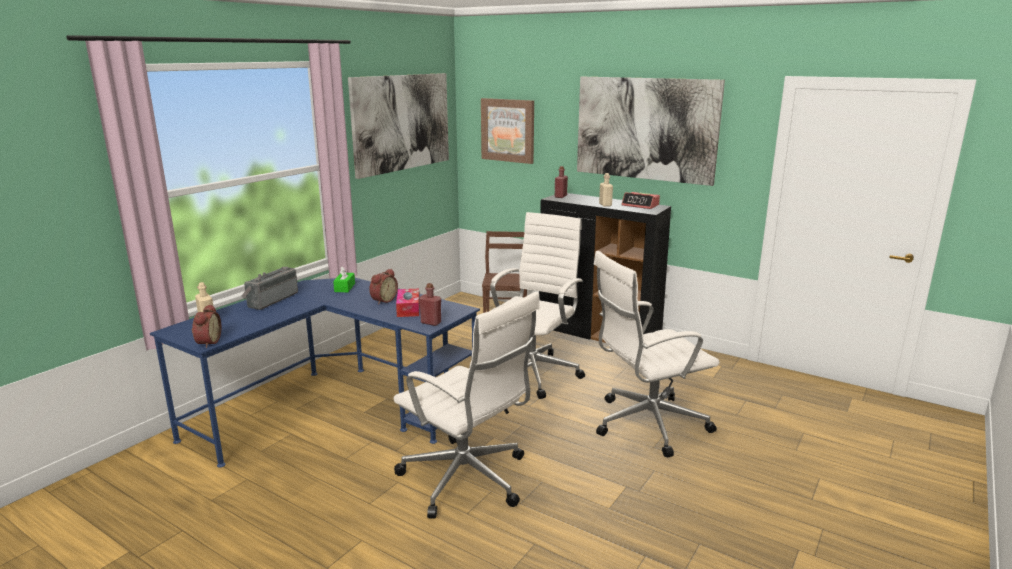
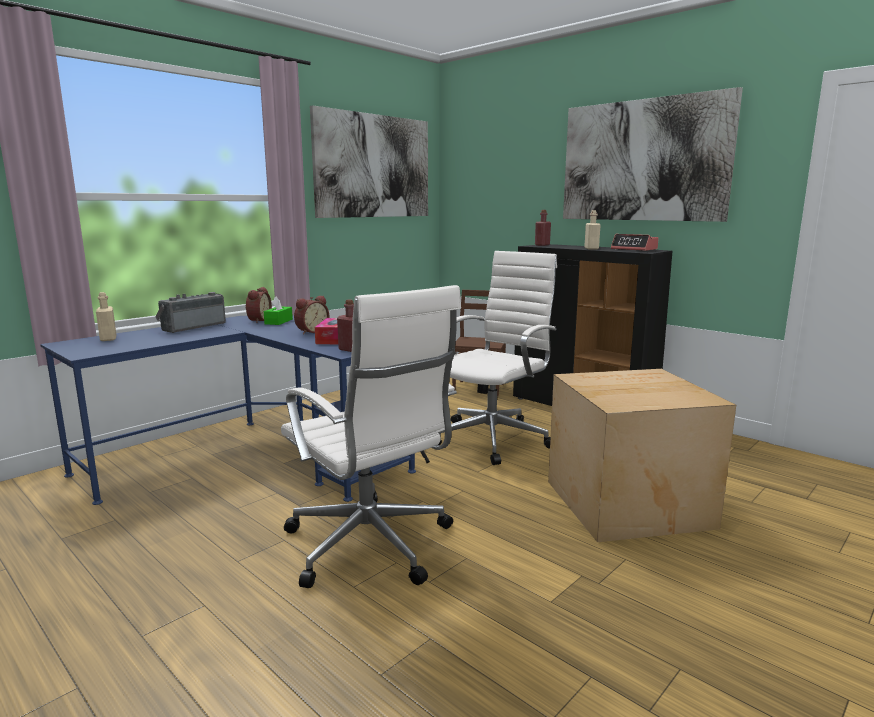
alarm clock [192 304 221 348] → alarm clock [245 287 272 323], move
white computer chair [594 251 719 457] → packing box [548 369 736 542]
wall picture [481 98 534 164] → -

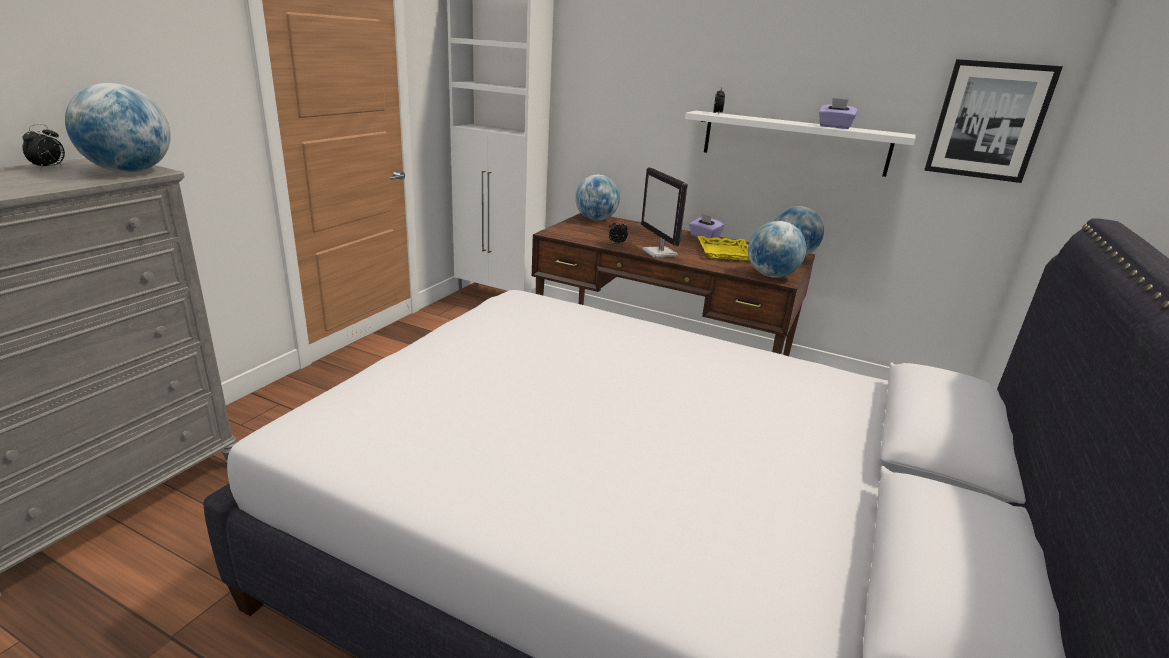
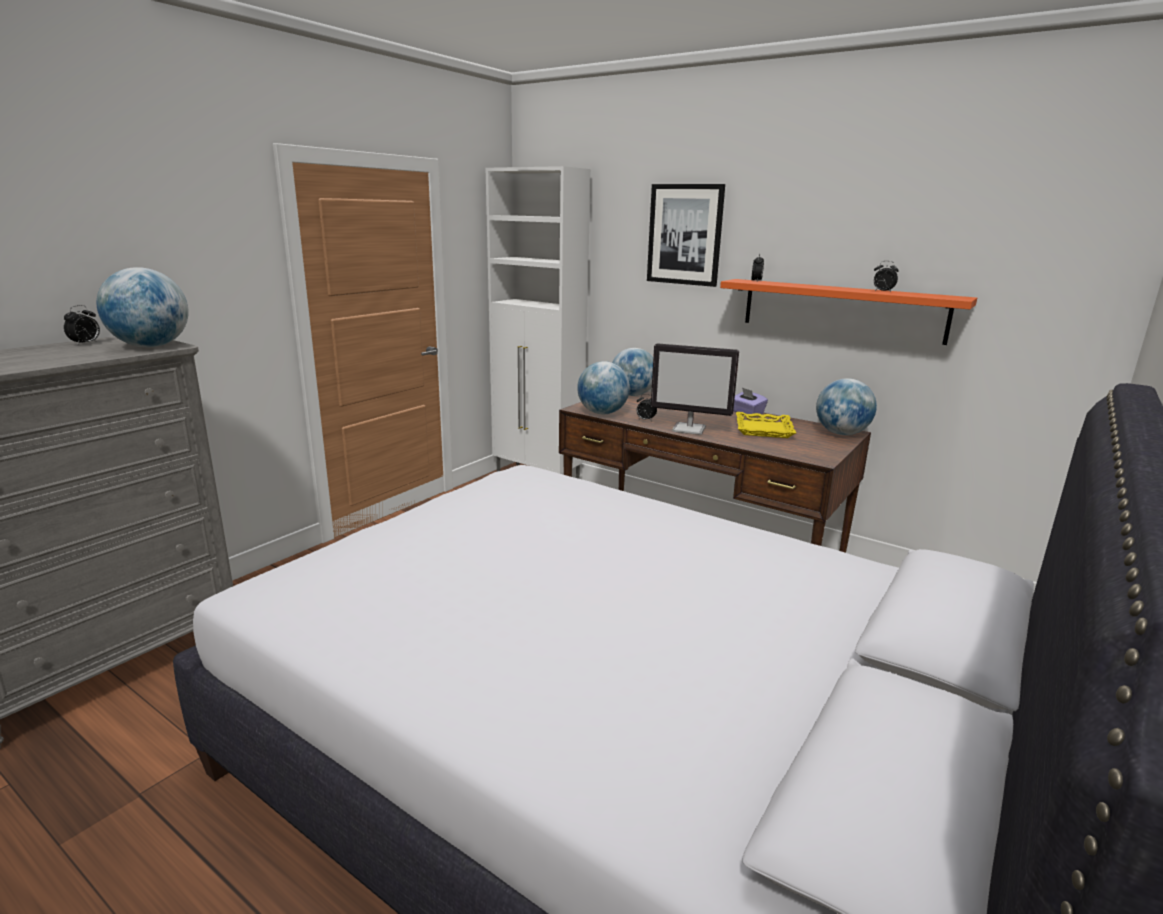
globe [748 221 806 278] → globe [577 361 630 414], move
wall picture [924 59 1063 183] → wall picture [647 184 725 287], move
computer screen [641 168 688 258] → computer screen [651 343 739 435], 60 degrees counterclockwise
white shelf [685 111 915 177] → orange shelf [720 279 977 345]
purplish tissue holder [819 98 858 129] → alarm clock [874 261 899 292]

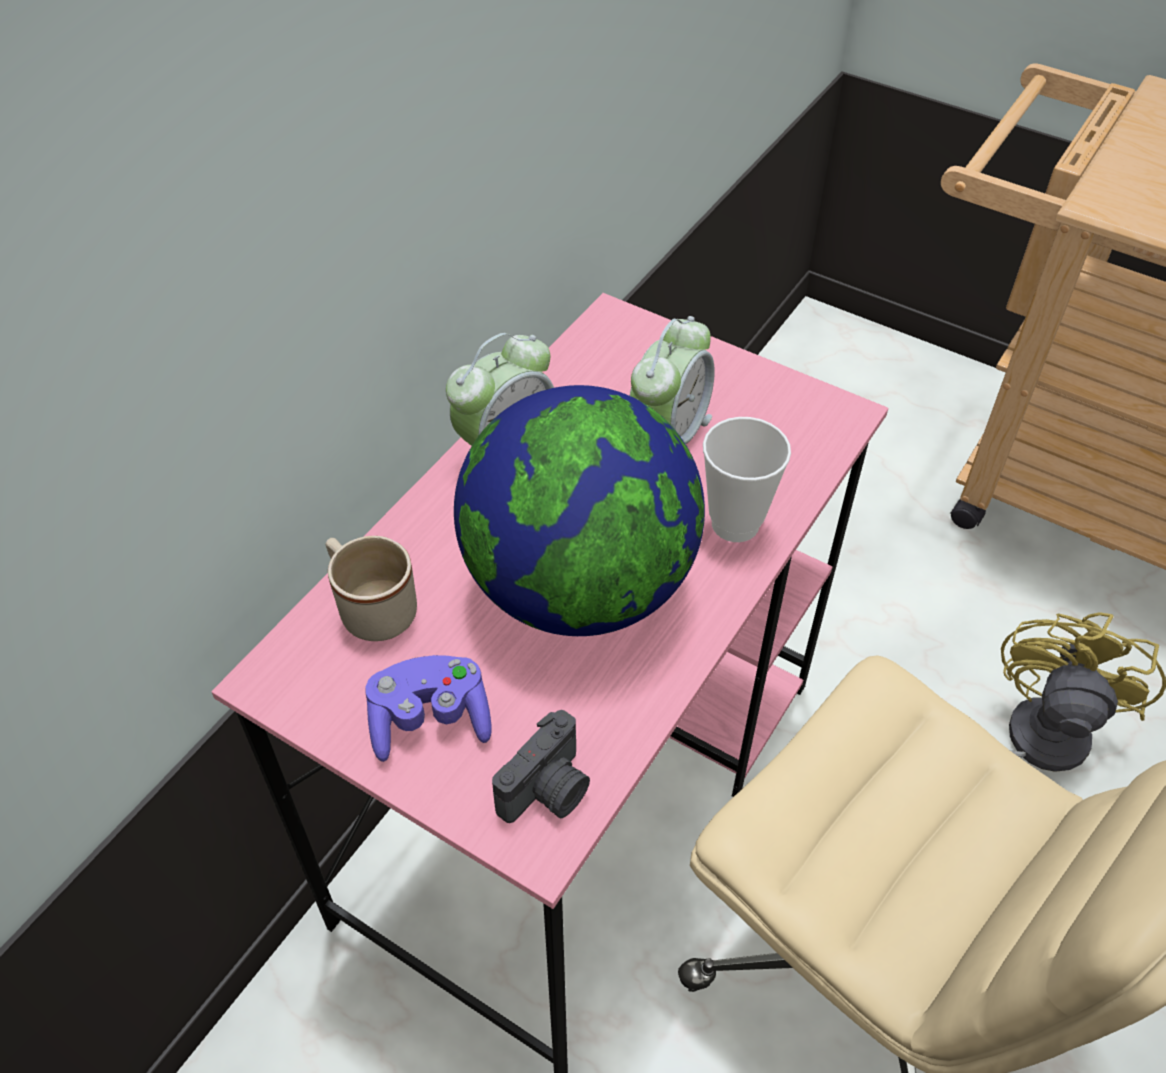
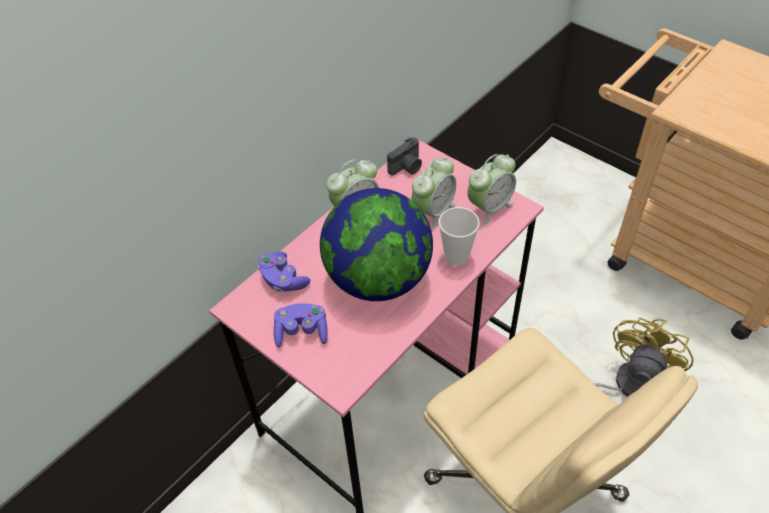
beige-coloured tea mug [325 536 417 641] → purplish game controller [258 251 310 292]
still camera [492 710 590 823] → still camera [387 138 422 175], move
- → alarm clock [467 154 516 226]

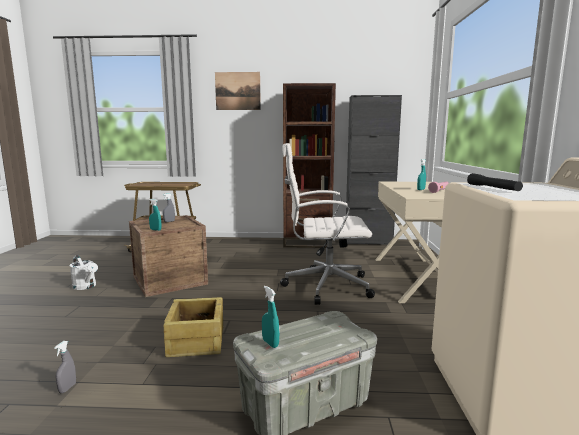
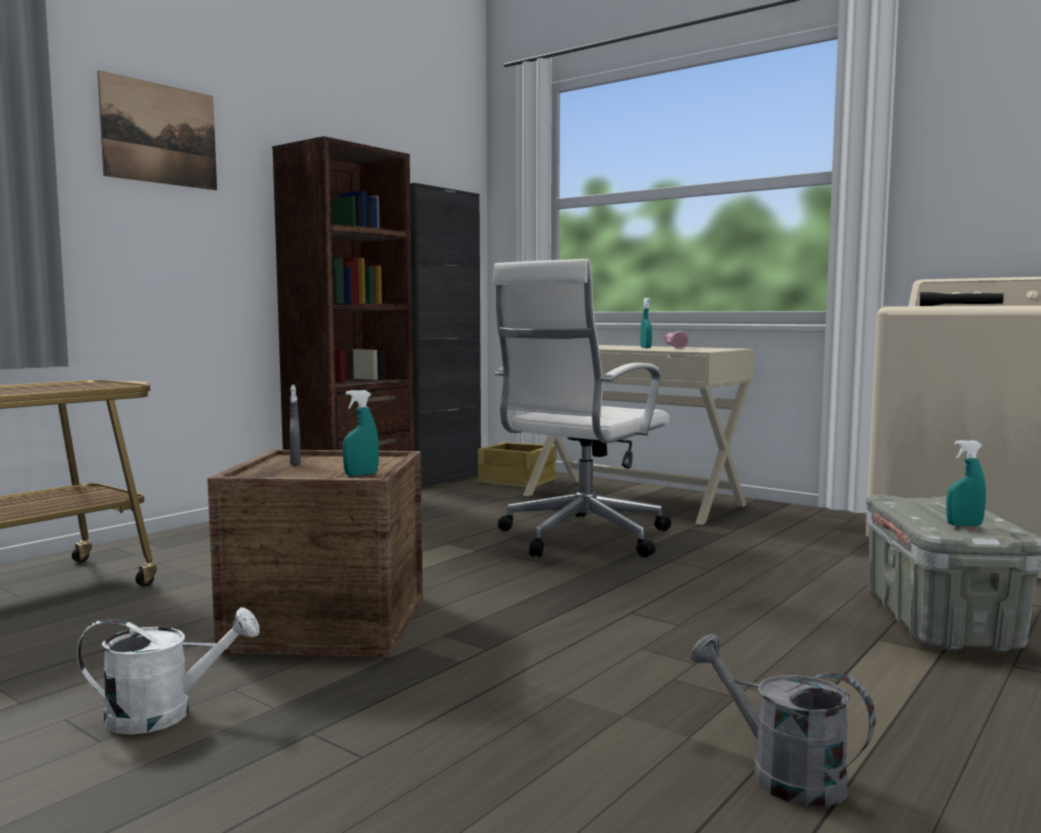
packing crate [164 297 223 357] → packing crate [477 442 557 487], move
grey spray bottle [54 341 76 393] → grey watering pot [690 634 876 807]

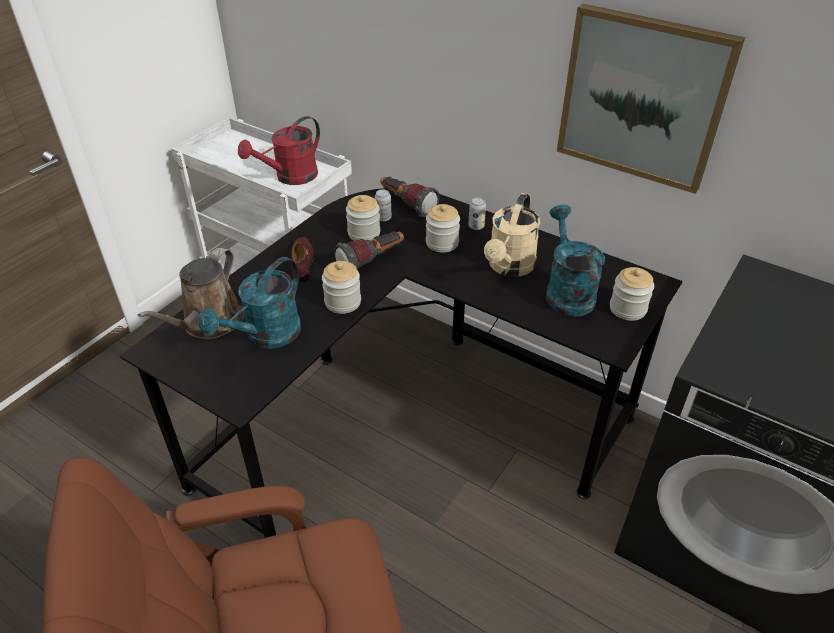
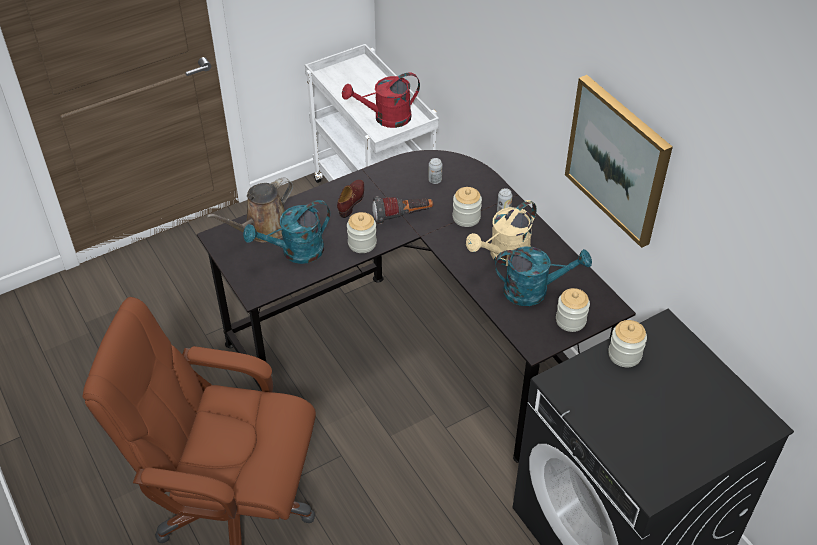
blue-green watering pot [546 205 605 317] → blue-green watering pot [495 246 592 306], 75 degrees clockwise
jar [346 195 380 241] → jar [608 320 647 367], move
hand torch [380 177 440 218] → -

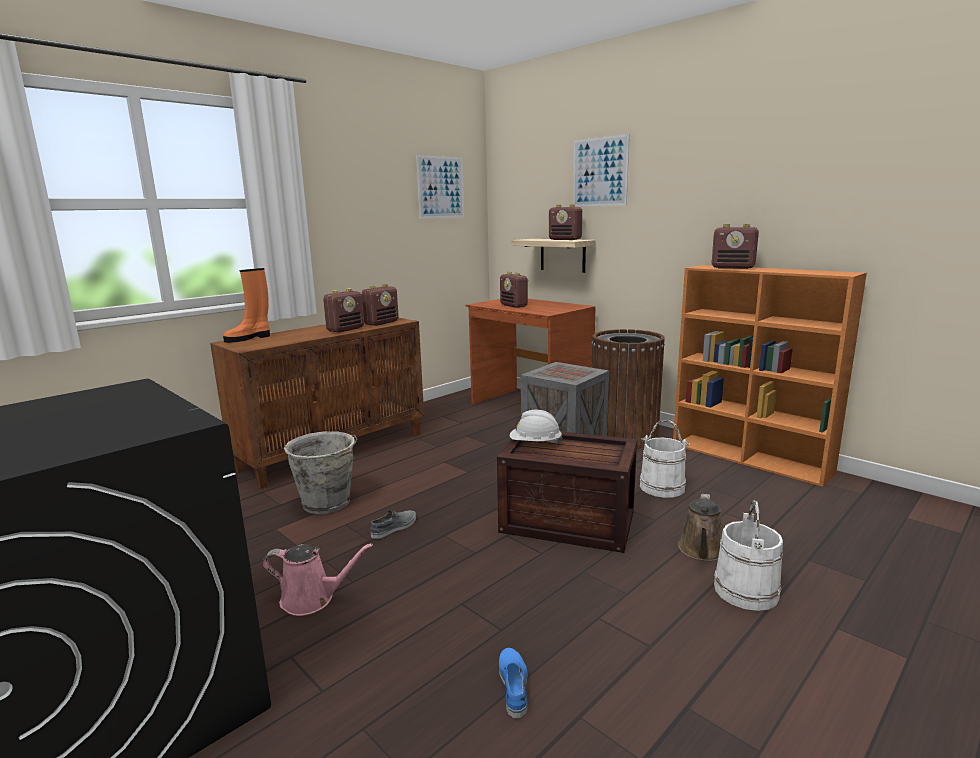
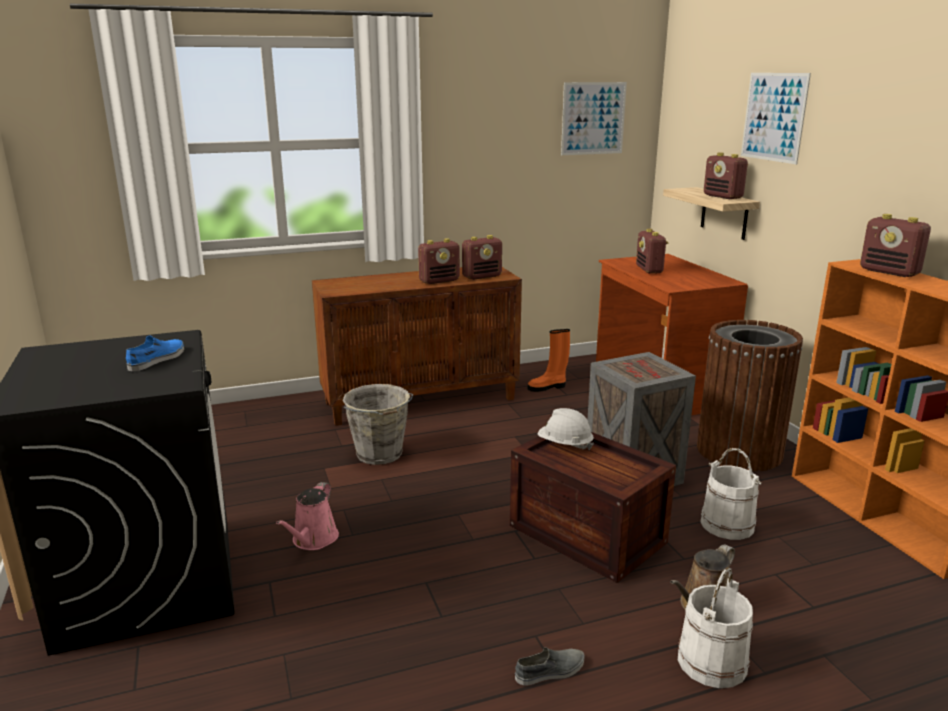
blue-coloured low shoe [499 648 527 718] → blue-coloured low shoe [126 336 184 371], move
pink-coloured watering pot [262 543 373 616] → pink-coloured watering pot [276 482 339 550], 75 degrees clockwise
grey low shoe [370 510 416 539] → grey low shoe [515 647 584 686], move
orange tall boot [223 268 270 343] → orange tall boot [528 329 570 392], move

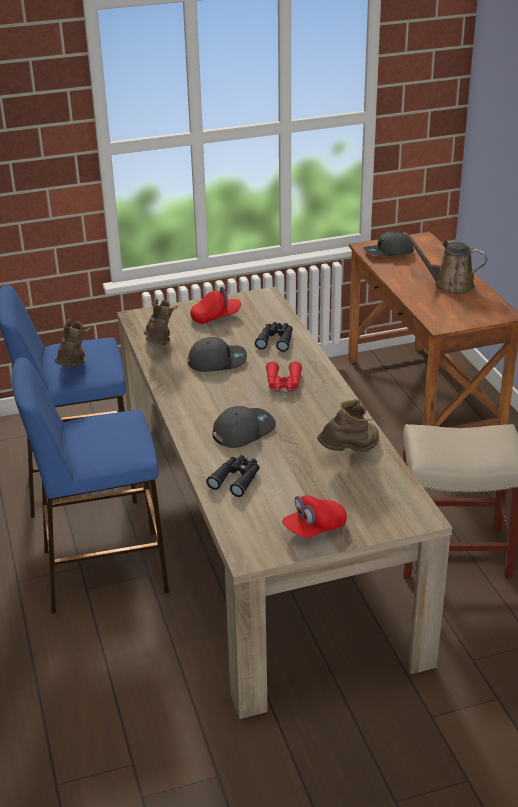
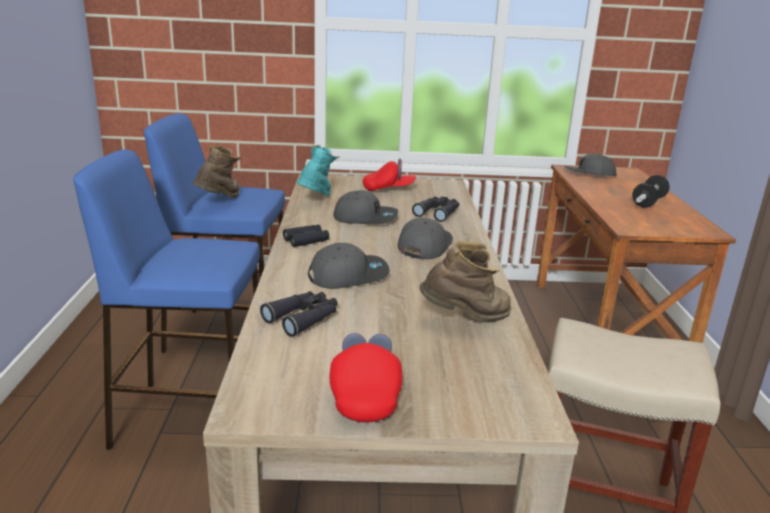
- → black pair of binoculars [283 225 329 247]
brown-coloured tall boot [144 298 178 345] → blue-green tall boot [296 145 340 196]
reddish cap [282 495 347 538] → reddish cap [330 333 402 422], 105 degrees clockwise
reddish pair of binoculars [266 361 302 392] → grey cap [398 217 453 259]
brown-coloured watering pot [402 232 488 294] → free weight [632 175 670 208]

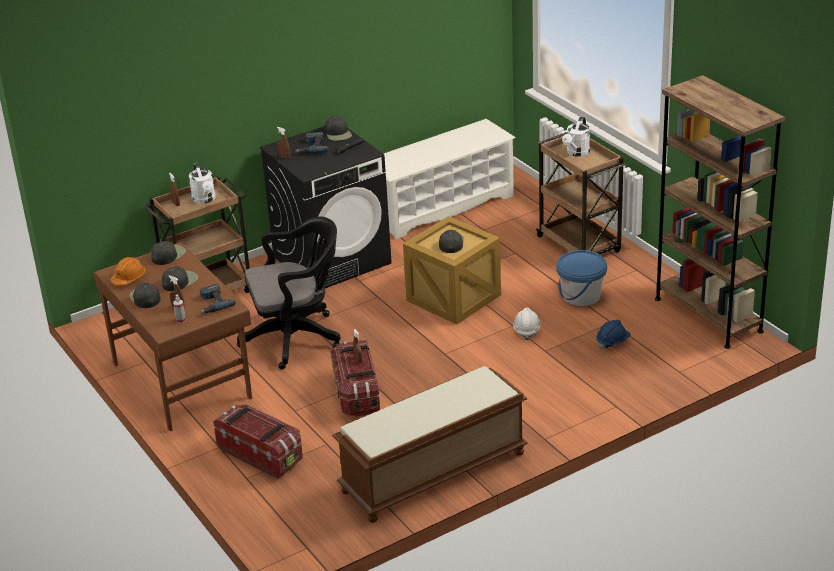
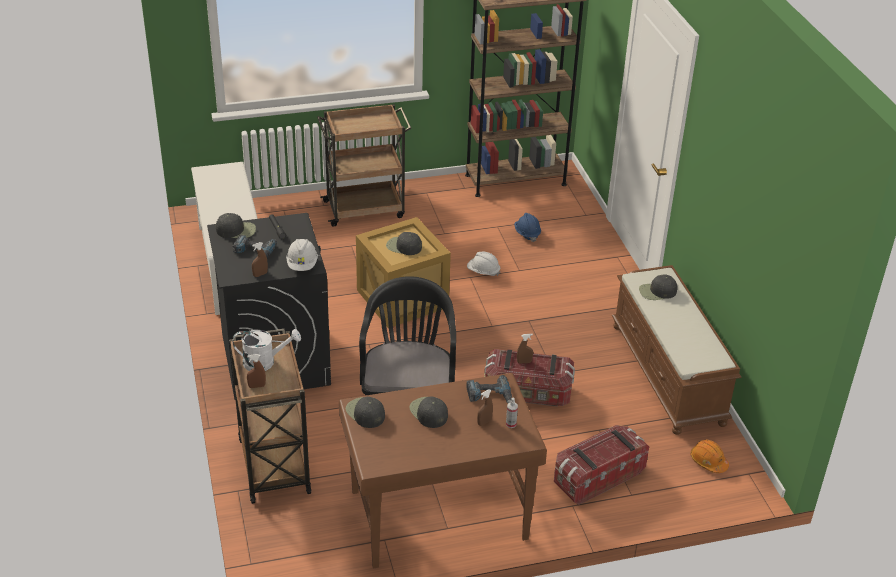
- → white work helmet [286 239 318 271]
black cap [129 283 161 308] → black cap [639 274 678 300], move
orange work helmet [110 257 146 286] → orange work helmet [690 440 729 473], move
blue-coloured pail [556 250 607 306] → -
white watering pot [562 116 590 156] → -

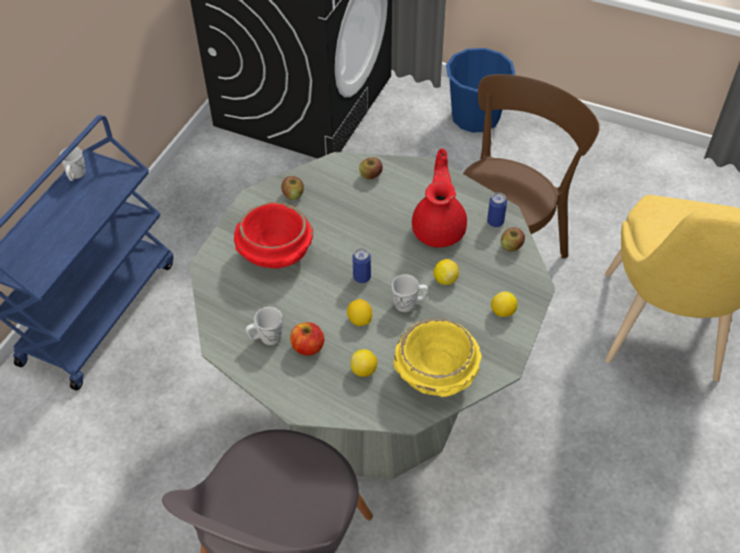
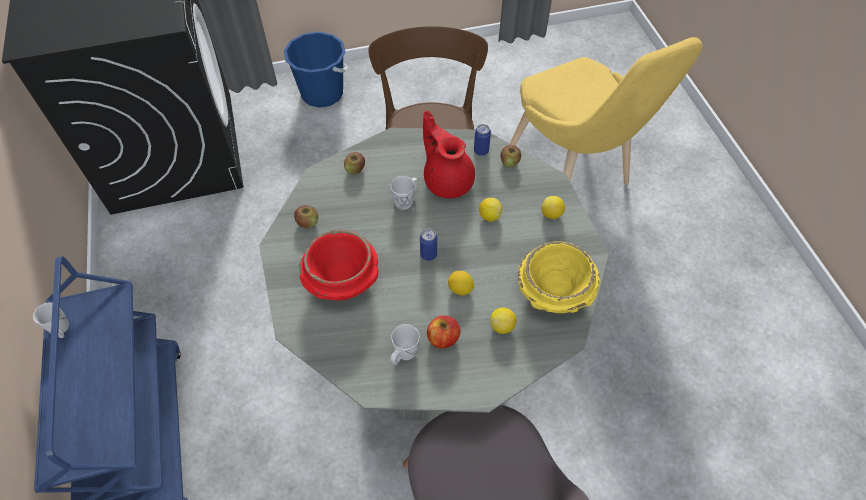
white tea mug [392 274 428 312] → white tea mug [390 176 418 210], move

